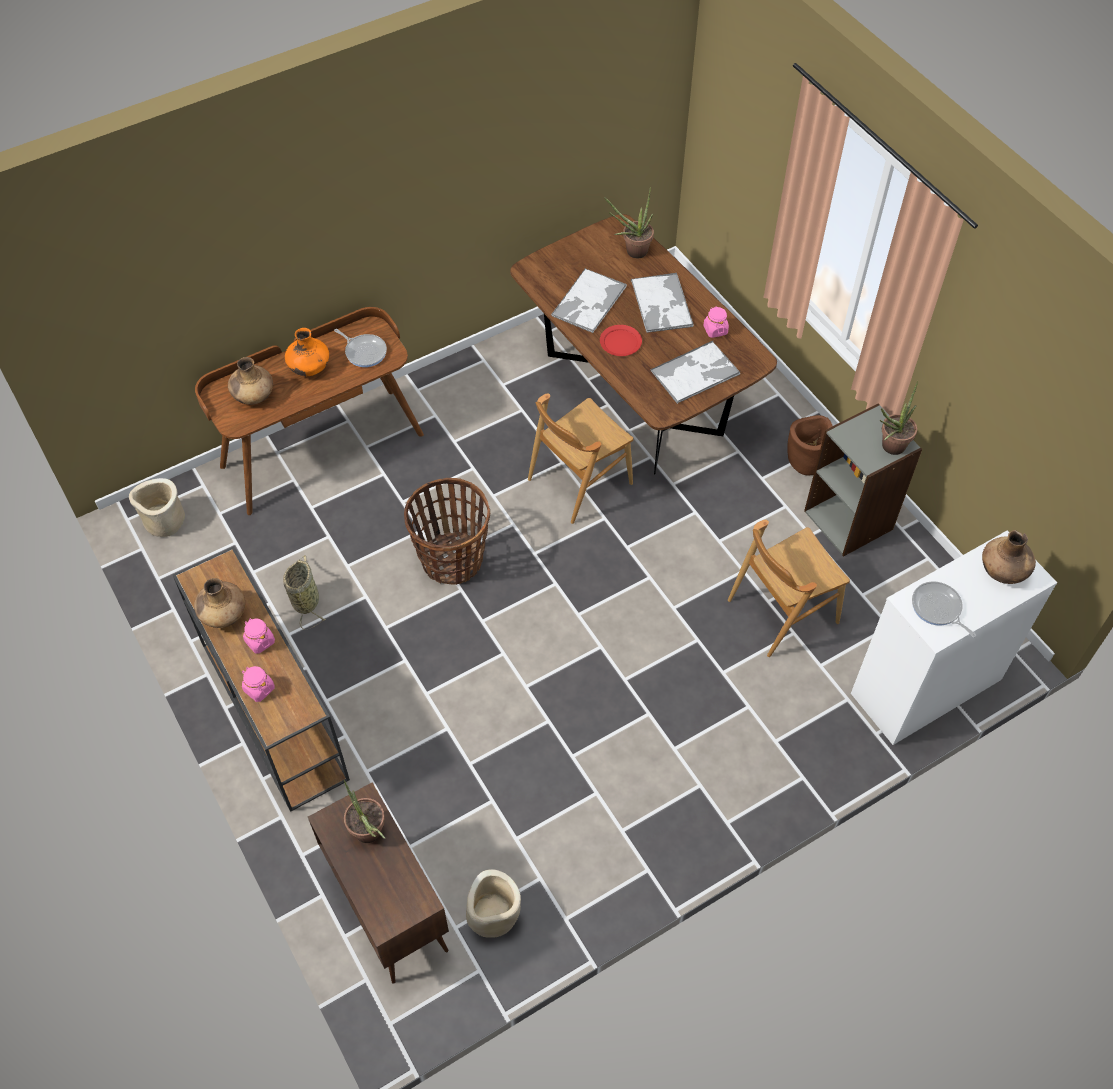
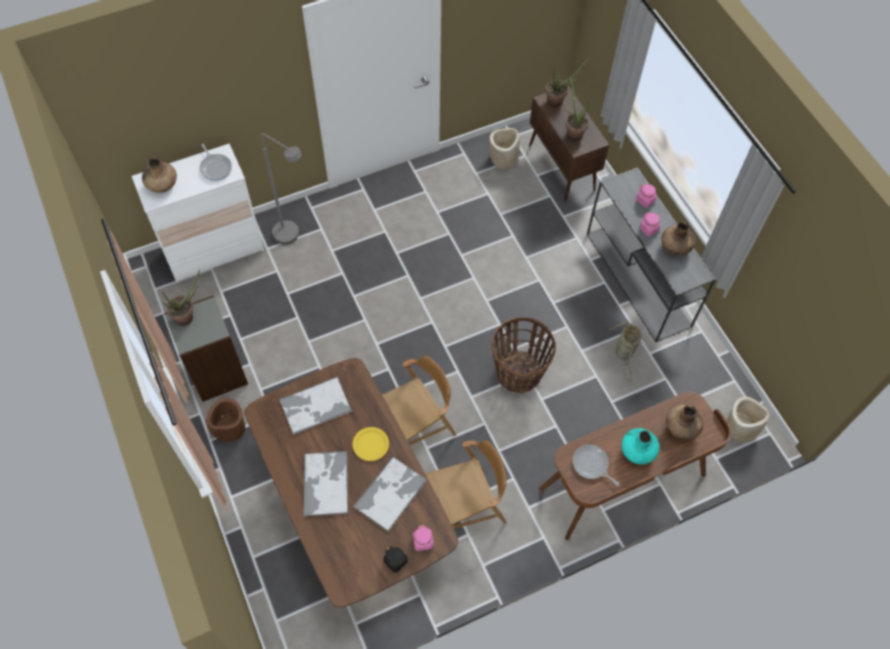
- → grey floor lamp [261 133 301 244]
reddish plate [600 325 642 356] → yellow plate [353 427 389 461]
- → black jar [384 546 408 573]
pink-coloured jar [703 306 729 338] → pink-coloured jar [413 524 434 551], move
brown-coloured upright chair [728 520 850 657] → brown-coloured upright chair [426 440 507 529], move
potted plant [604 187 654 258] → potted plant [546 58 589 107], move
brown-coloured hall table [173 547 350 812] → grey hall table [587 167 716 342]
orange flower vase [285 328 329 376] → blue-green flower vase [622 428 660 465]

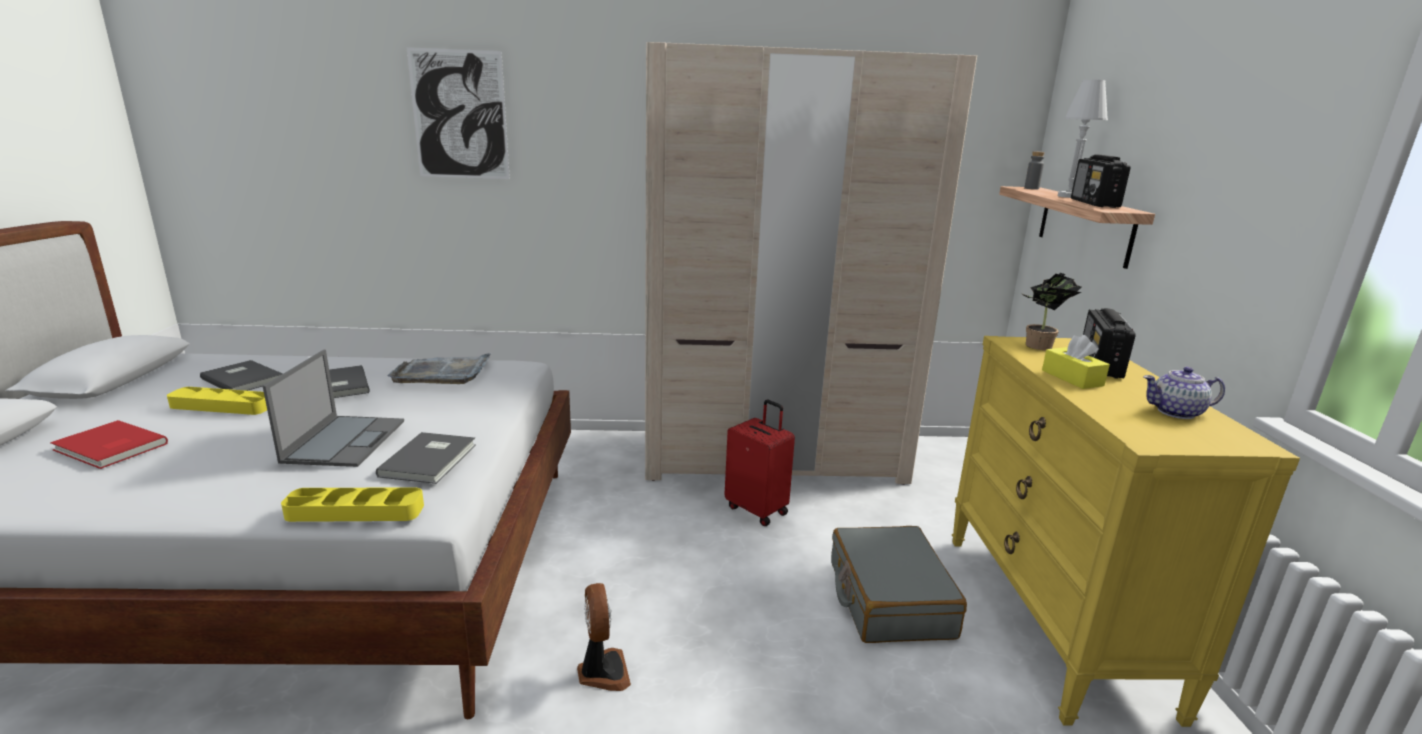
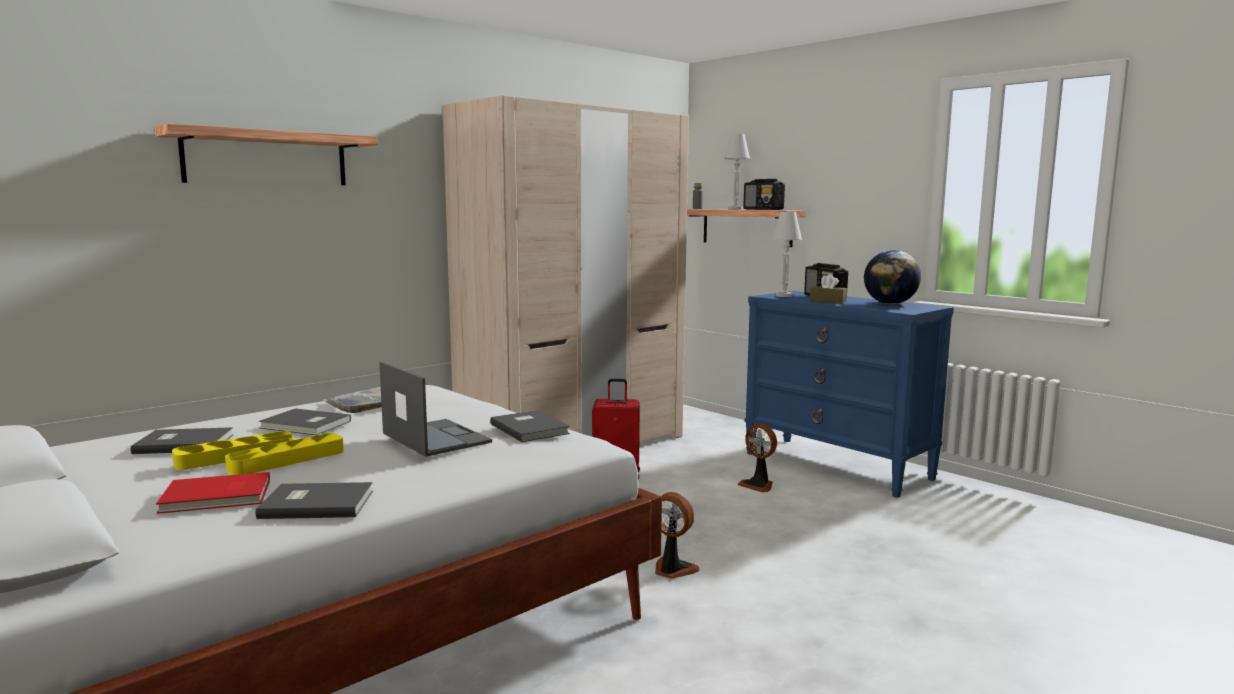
wall picture [407 47 510 179] → shelf [154 124 378 185]
yellow carrying tray [281 487 424 522] → yellow carrying tray [225 433 344 475], move
- → grey volume [256 482 373 519]
grey travel case [831 526 967 643] → electric fan [737 424 777 493]
yellow chest of drawers [952 336 1300 727] → blue-coloured chest of drawers [745 291 954 498]
potted plant [1021 272 1082 350] → white tabletop lamp [772 212 802 297]
yellow tissue holder [1042 335 1110 389] → brown-coloured tissue holder [810 274 847 304]
pot for tea [1143 367 1225 419] → globe [864 250 921 304]

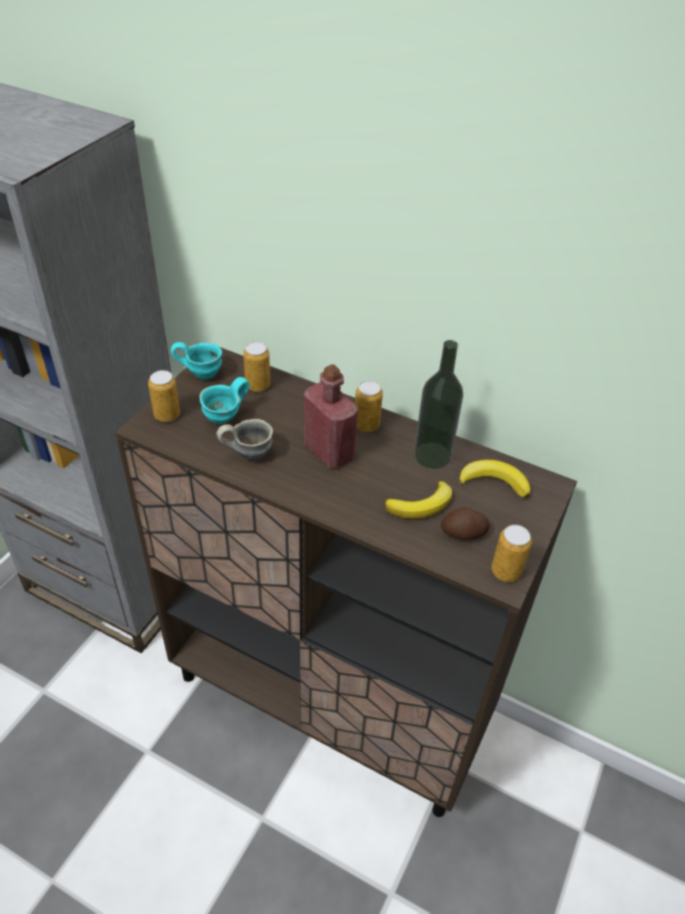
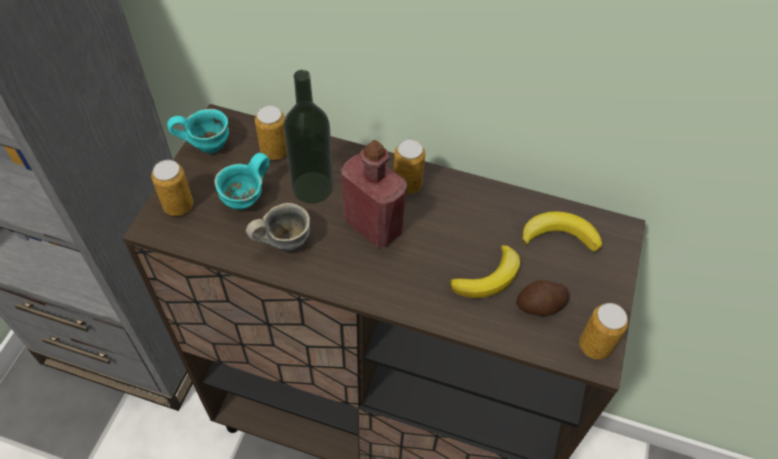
drink bottle [414 340 463 469] → drink bottle [284 70 333 204], move

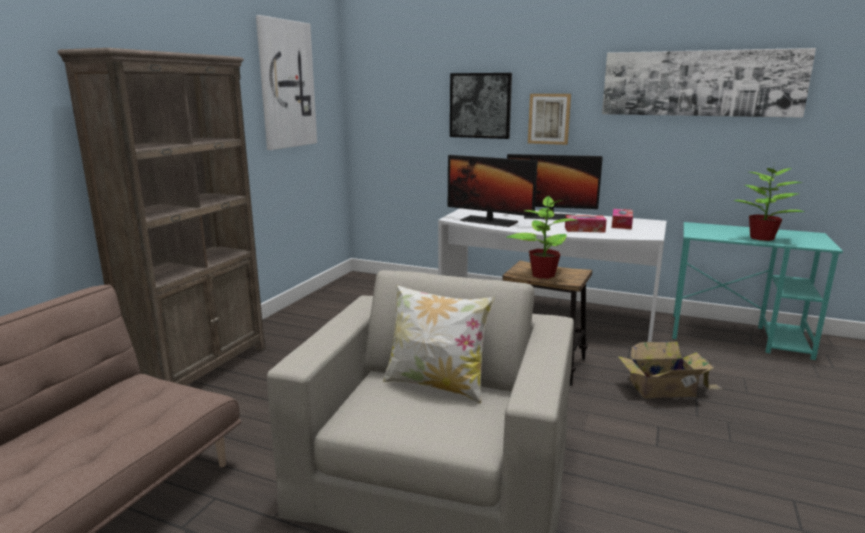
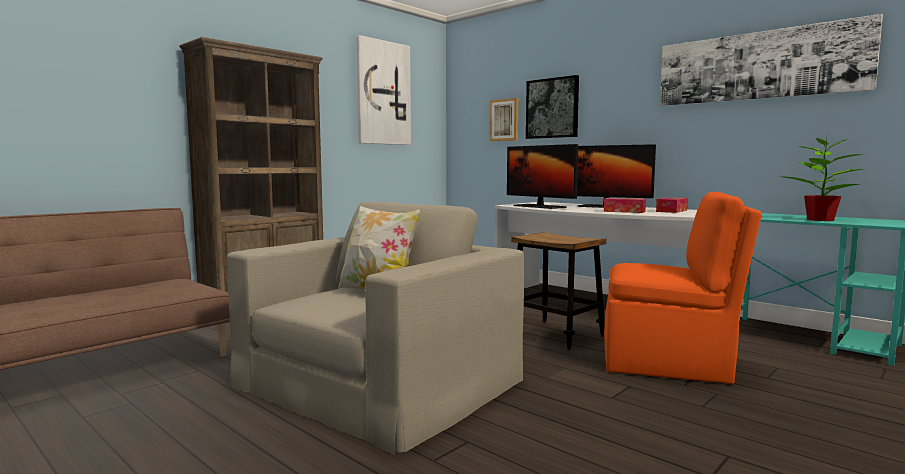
wall picture [528 94 571 145] → wall picture [489 98 518 141], move
packing box [618 341 722 399] → orange upright chair [604 192 762 384]
potted plant [506 196 576 279] → -

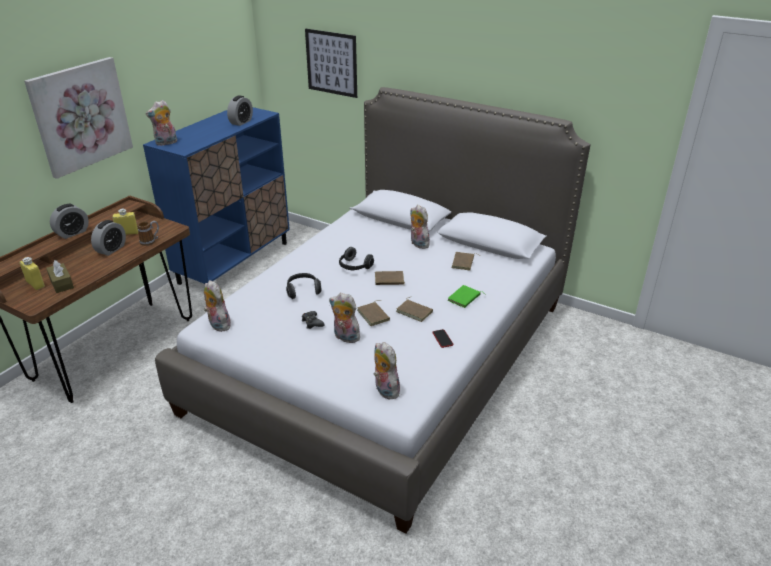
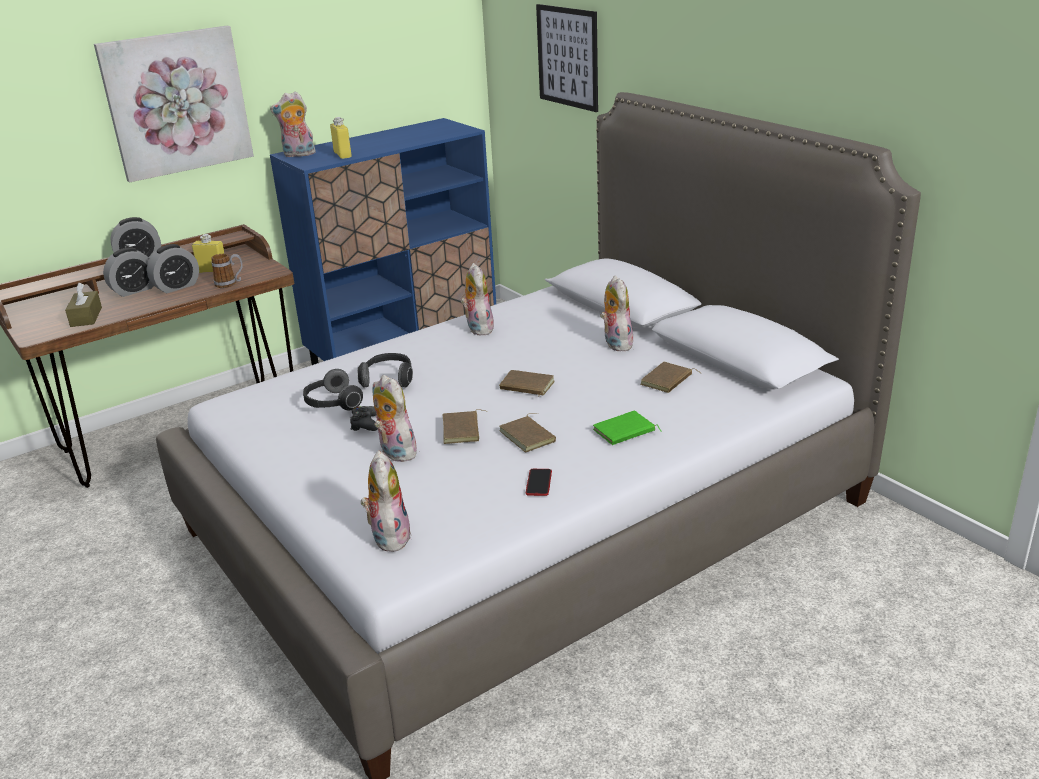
alarm clock [227 95 253 126] → alarm clock [103 248 154 297], move
headphones [339 247 374 270] → headphones [303 369 363 411], move
yellow drink bottle [19 257 45 290] → yellow drink bottle [330 117 352 159], move
soft toy [204 280 231 332] → soft toy [460 263 494 335], move

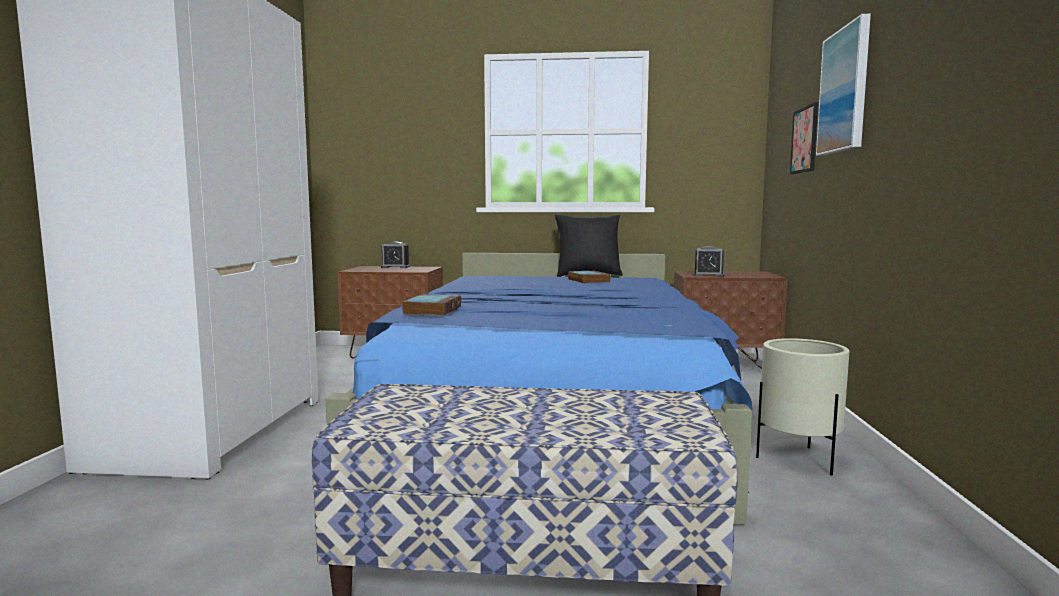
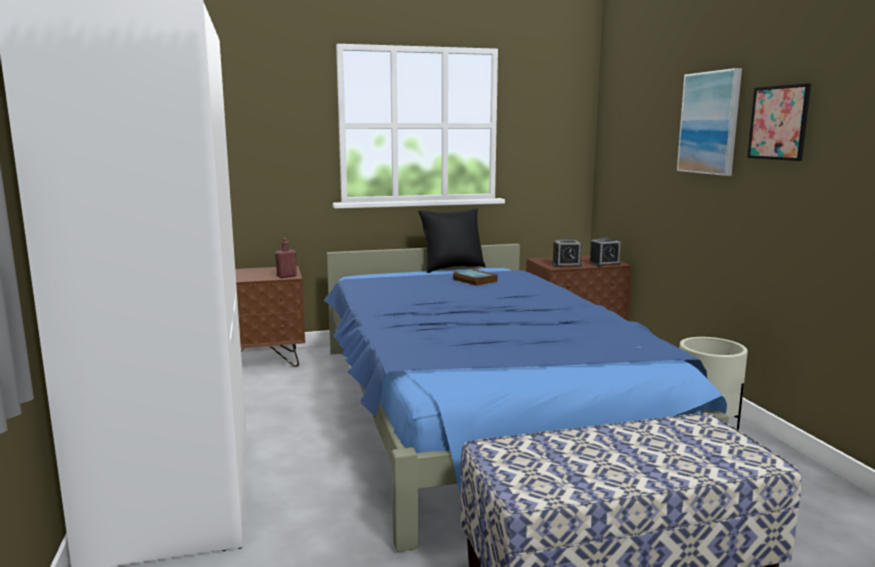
- → reddish drink bottle [275 238 297 278]
alarm clock [381 242 410 268] → alarm clock [589 237 620 267], move
wall picture [790 102 818 174] → wall picture [747 83 811 161], move
volume [402 294 461 315] → -

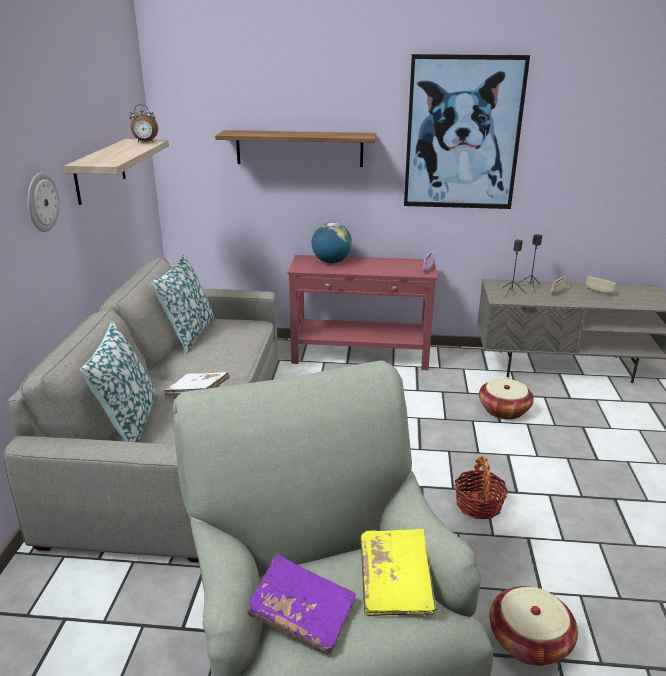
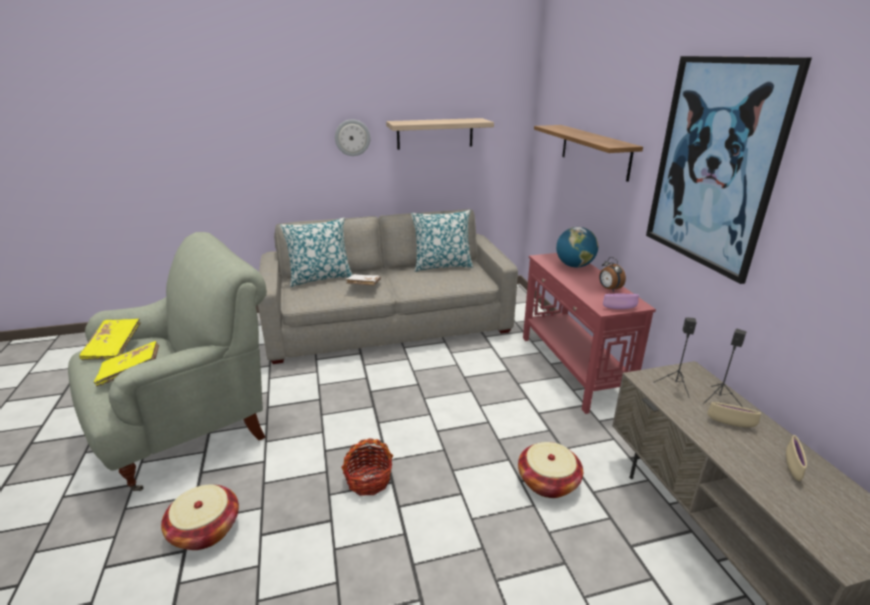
purplish volume [247 554 356 655] → yellow volume [79 319 140 360]
alarm clock [130 104 158 142] → alarm clock [599 257 626 292], move

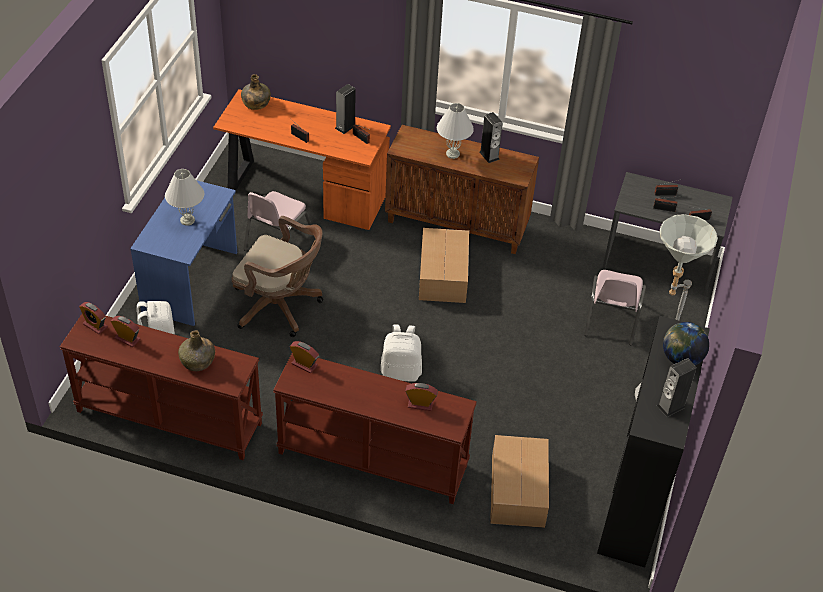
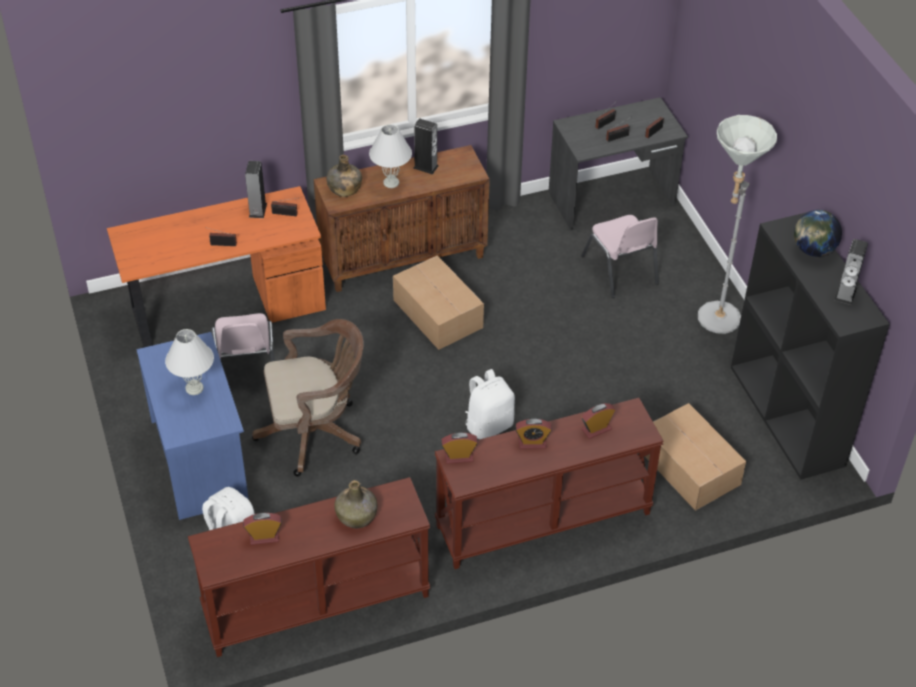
greenish drink bottle [241 74 271 110] → greenish drink bottle [326 155 362 197], move
alarm clock [79 302 108 334] → alarm clock [516 419 552 449], move

